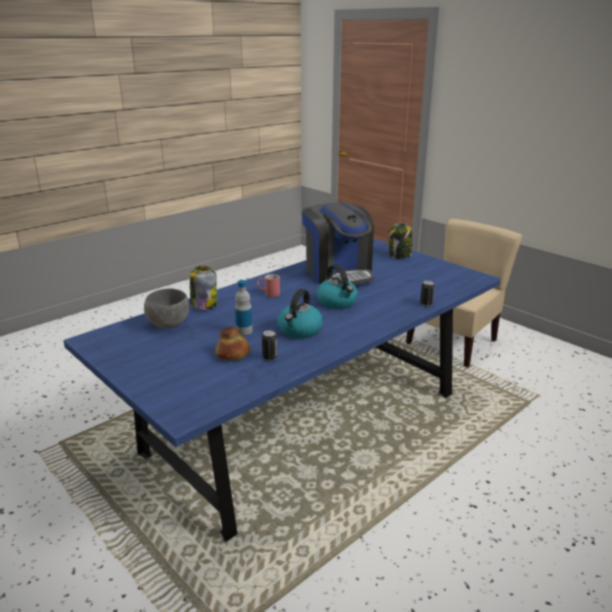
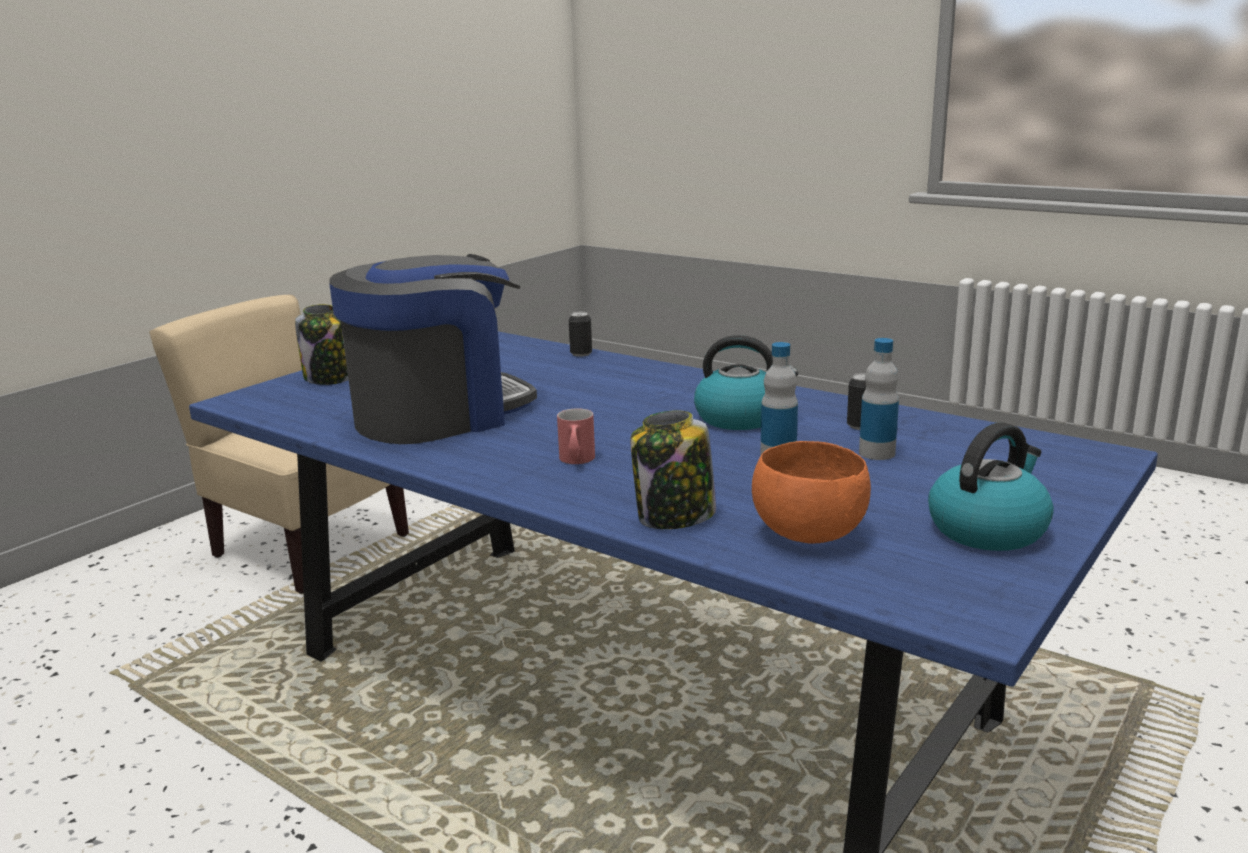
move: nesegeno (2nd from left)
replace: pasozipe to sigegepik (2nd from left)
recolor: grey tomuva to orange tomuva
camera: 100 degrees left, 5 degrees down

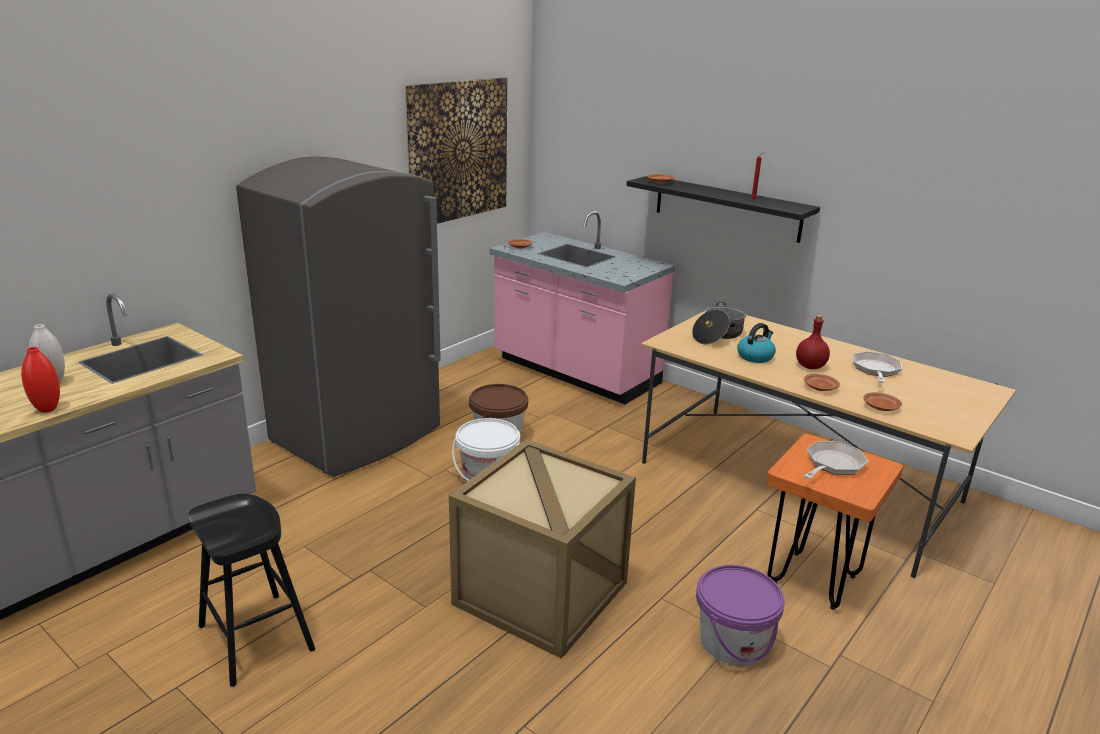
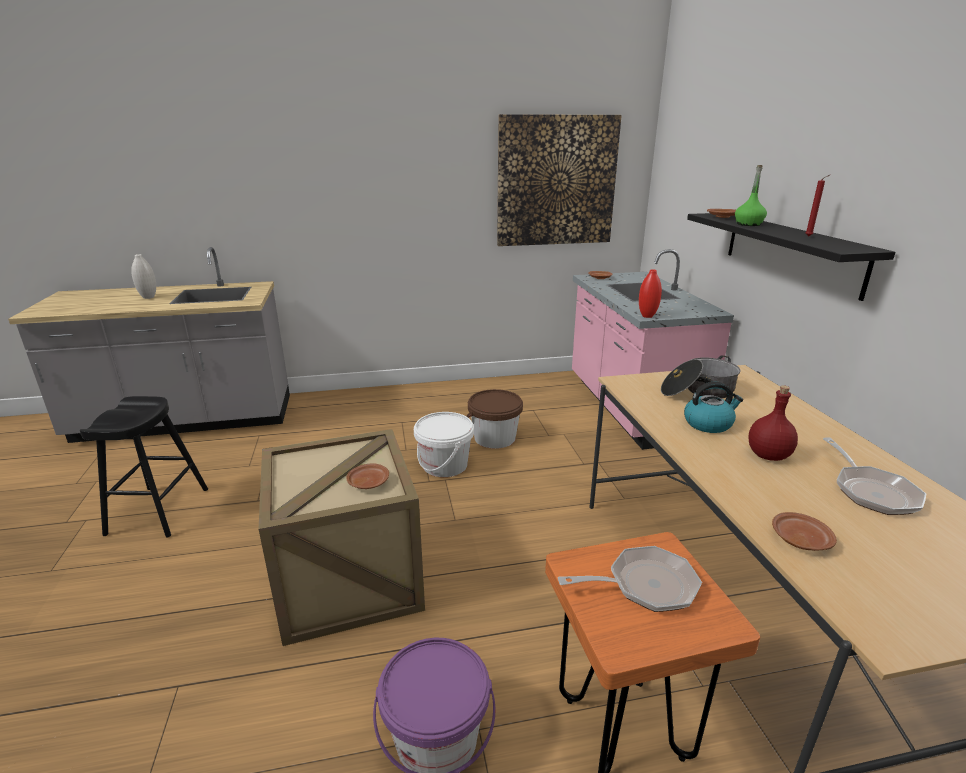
delete: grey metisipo
insert: green sigegepik
move: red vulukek; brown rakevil (3rd from left in the first image) to brown rakevil (1st from left)
rotate: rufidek (2nd from left) 120 degrees clockwise
camera: 40 degrees right, 0 degrees up

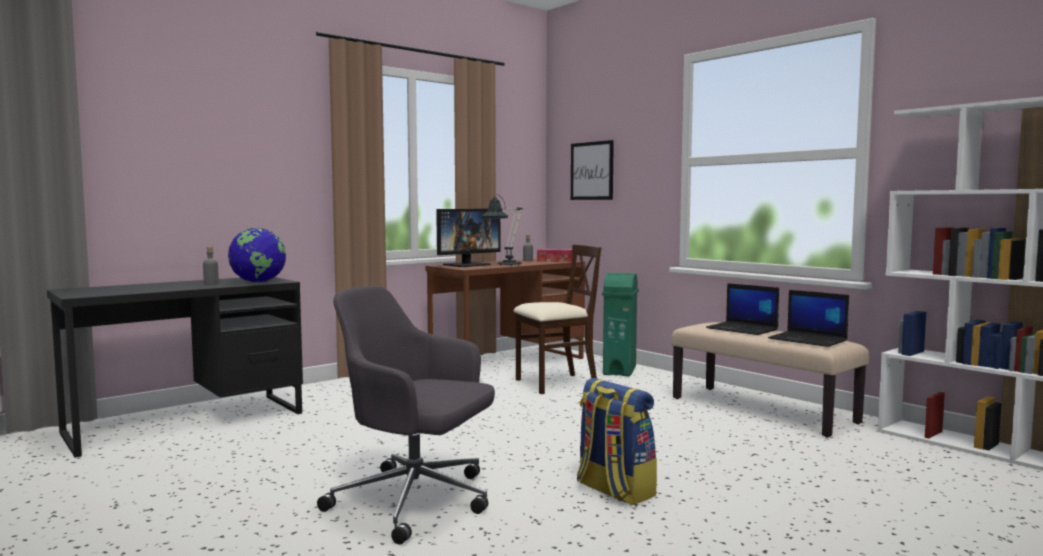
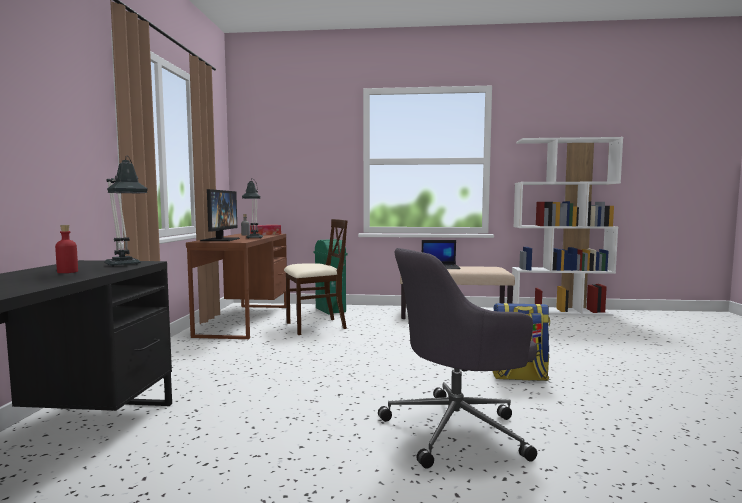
delete: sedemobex; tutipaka (2nd from left)
replace: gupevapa to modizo (1st from left)
recolor: grey sigegepik (1st from left) to red sigegepik
rotate: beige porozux 45 degrees clockwise
camera: 45 degrees left, 0 degrees up

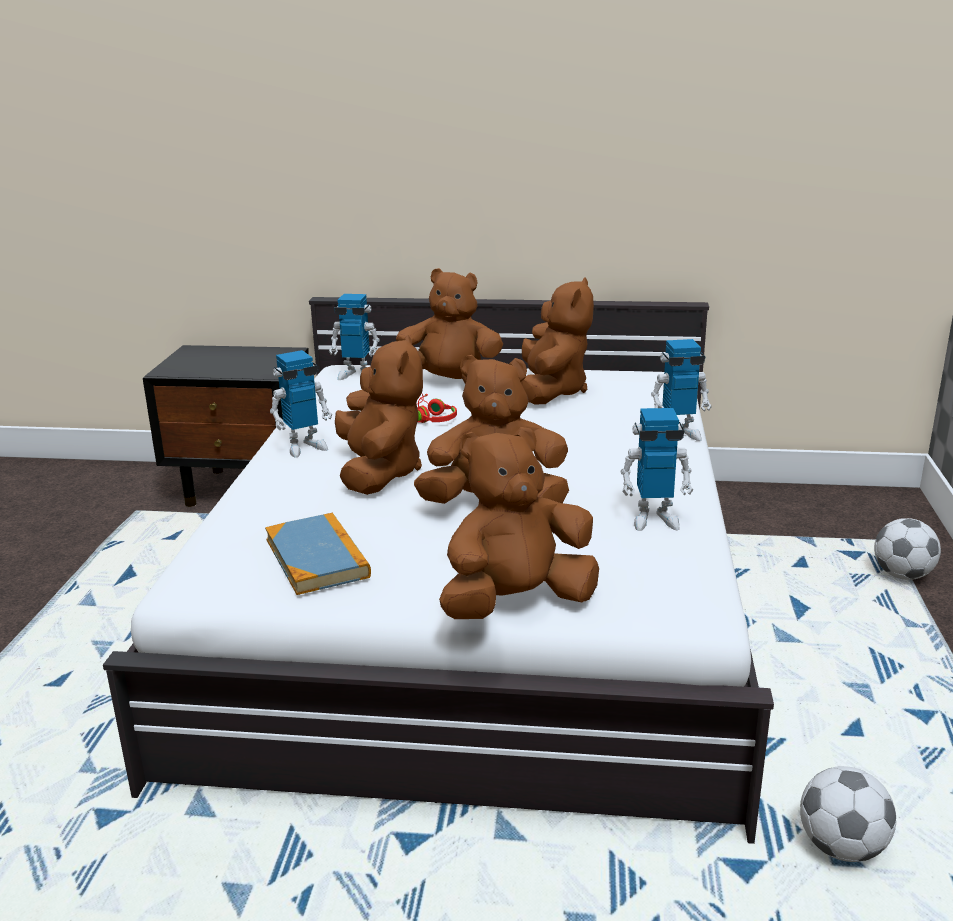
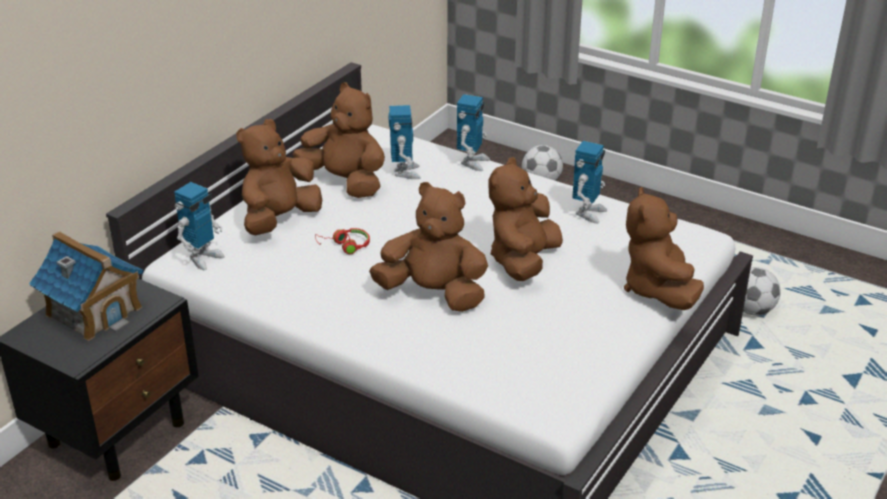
delete: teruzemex
insert: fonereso
move: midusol (1st from left in the first image) to midusol (2nd from left)
camera: 65 degrees left, 10 degrees up

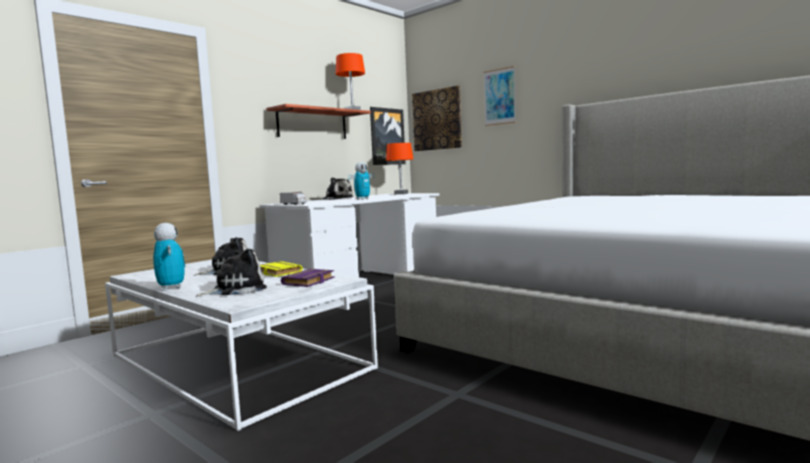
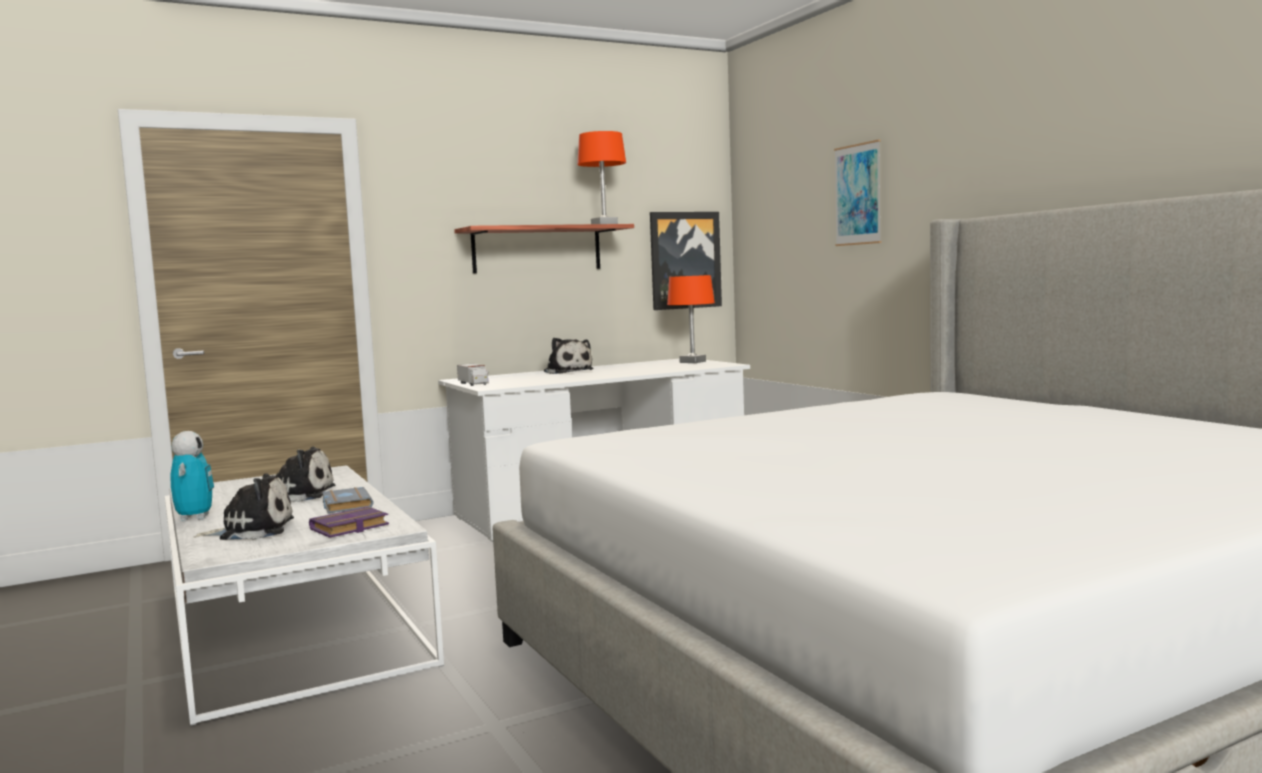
delete: sedemobex (2nd from left); midusol (2nd from left)
recolor: yellow teruzemex to grey teruzemex
camera: 20 degrees right, 0 degrees up

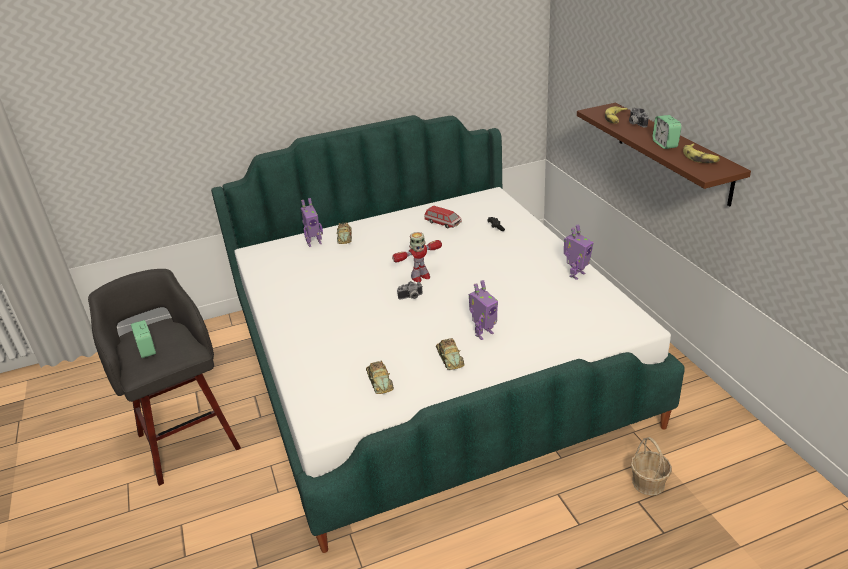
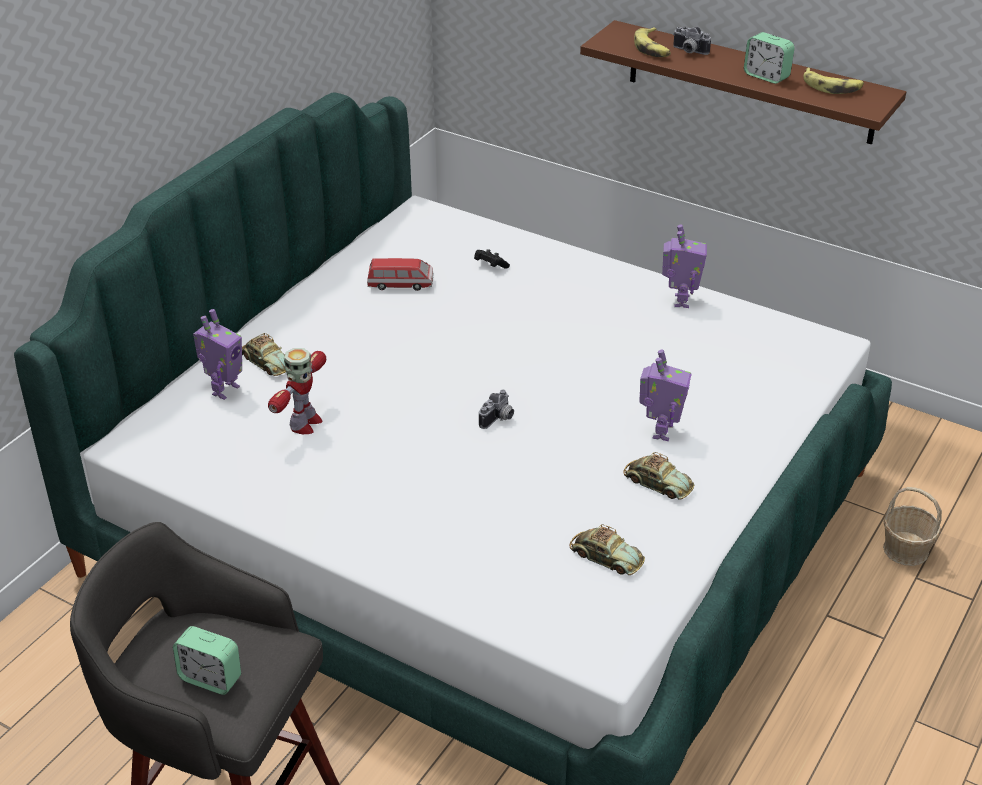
move: midusol (2nd from left)
camera: 40 degrees left, 5 degrees up

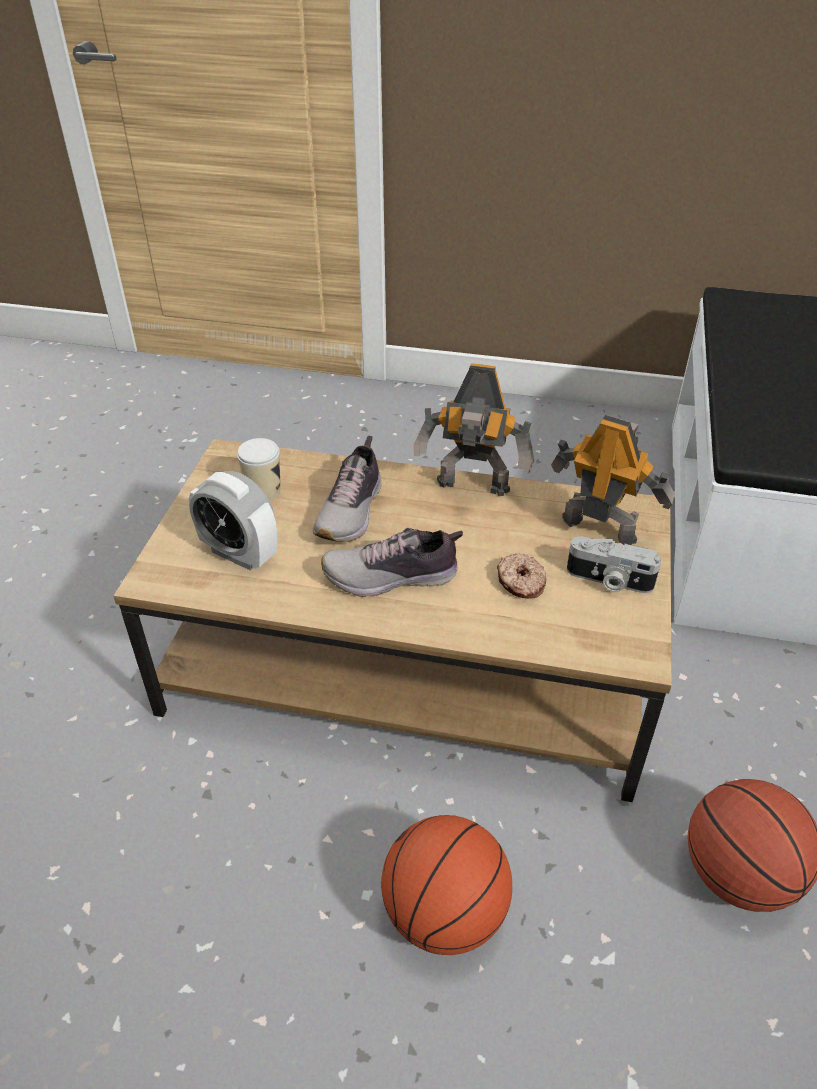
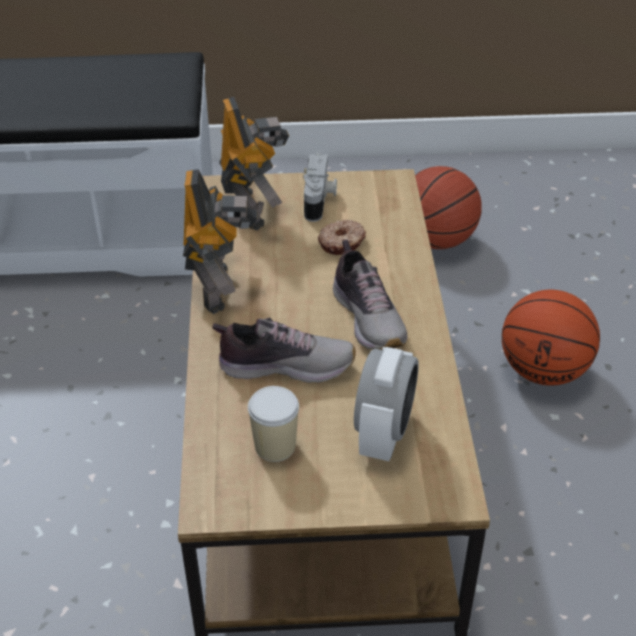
rotate: midusol (2nd from left) 150 degrees clockwise
camera: 105 degrees left, 0 degrees up

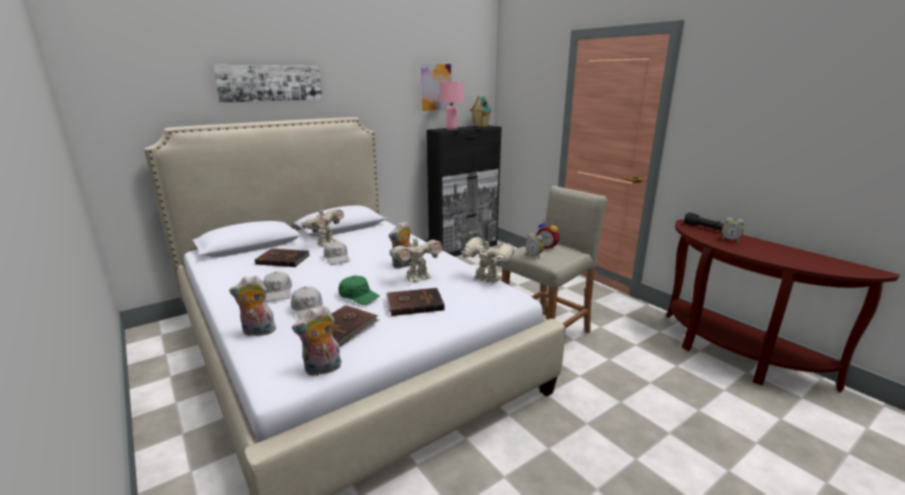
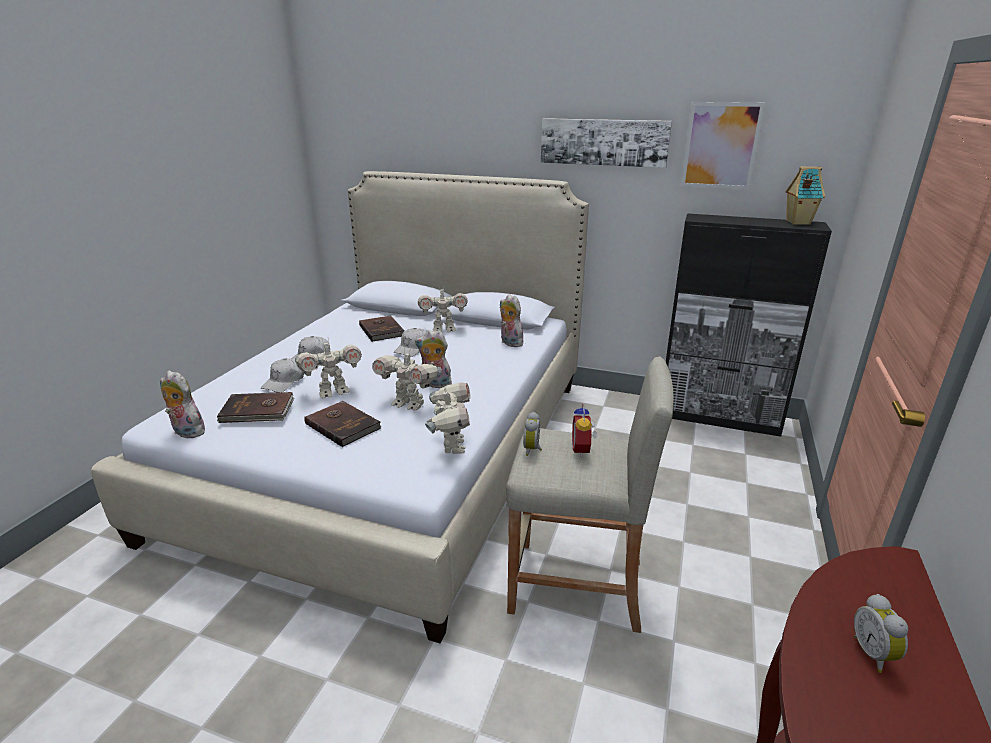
delete: pink modizo; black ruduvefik
move: sedemobex (1st from left); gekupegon (1st from left in the first image) to gekupegon (3rd from left)
replace: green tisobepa to midusol (1st from left)
camera: 55 degrees right, 5 degrees up

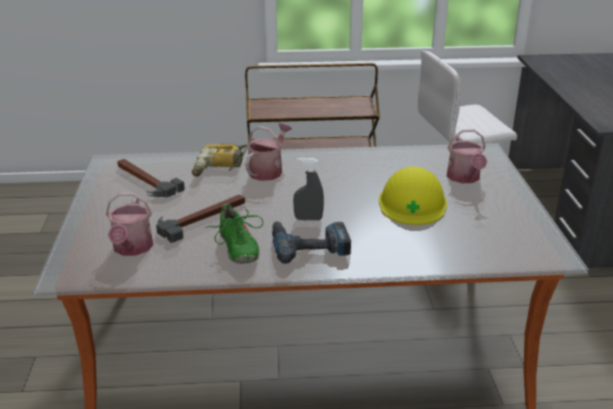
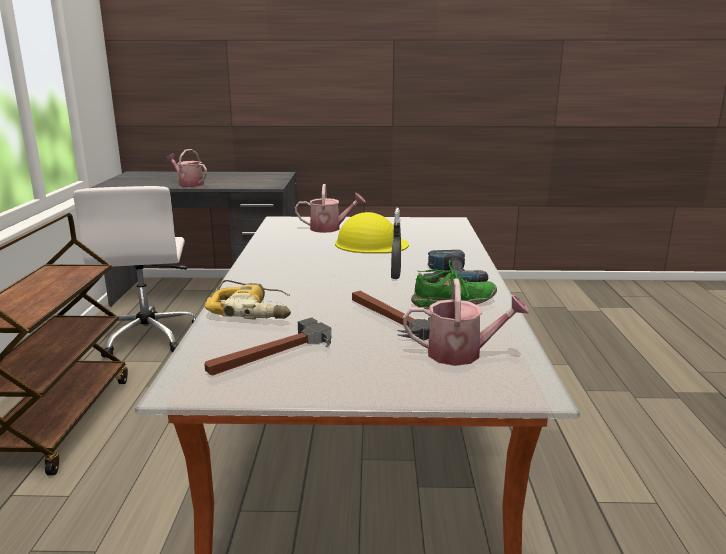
move: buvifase (2nd from left in the first image) to buvifase (1st from left)
camera: 85 degrees left, 10 degrees down

